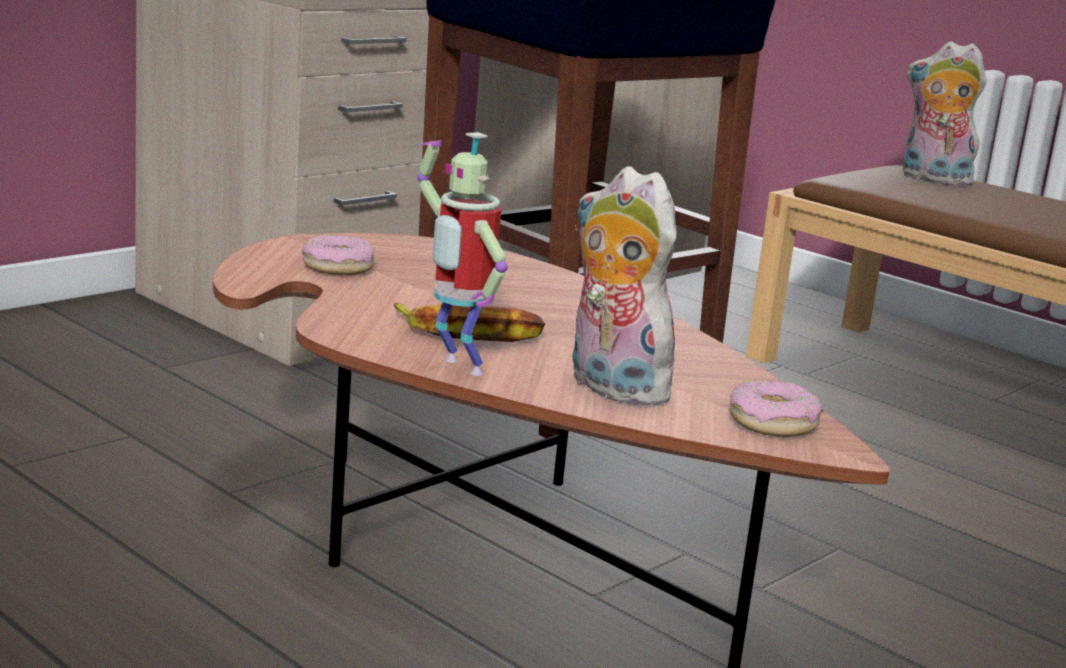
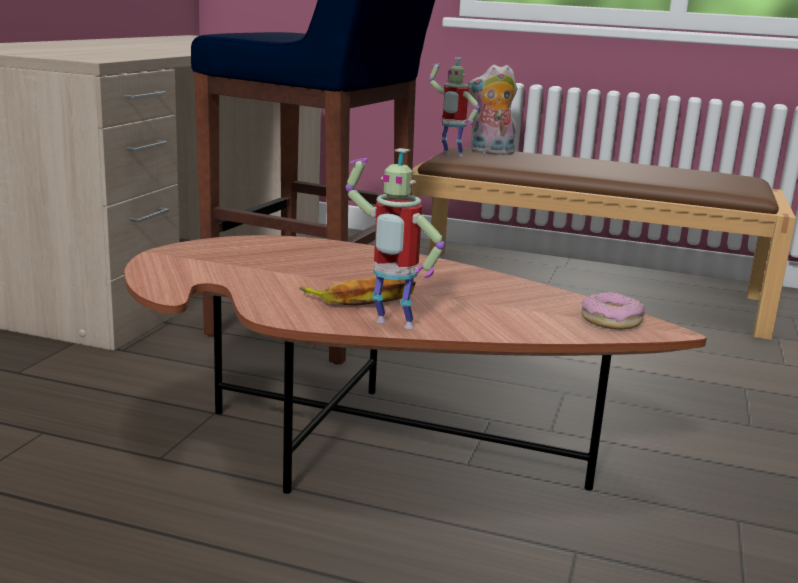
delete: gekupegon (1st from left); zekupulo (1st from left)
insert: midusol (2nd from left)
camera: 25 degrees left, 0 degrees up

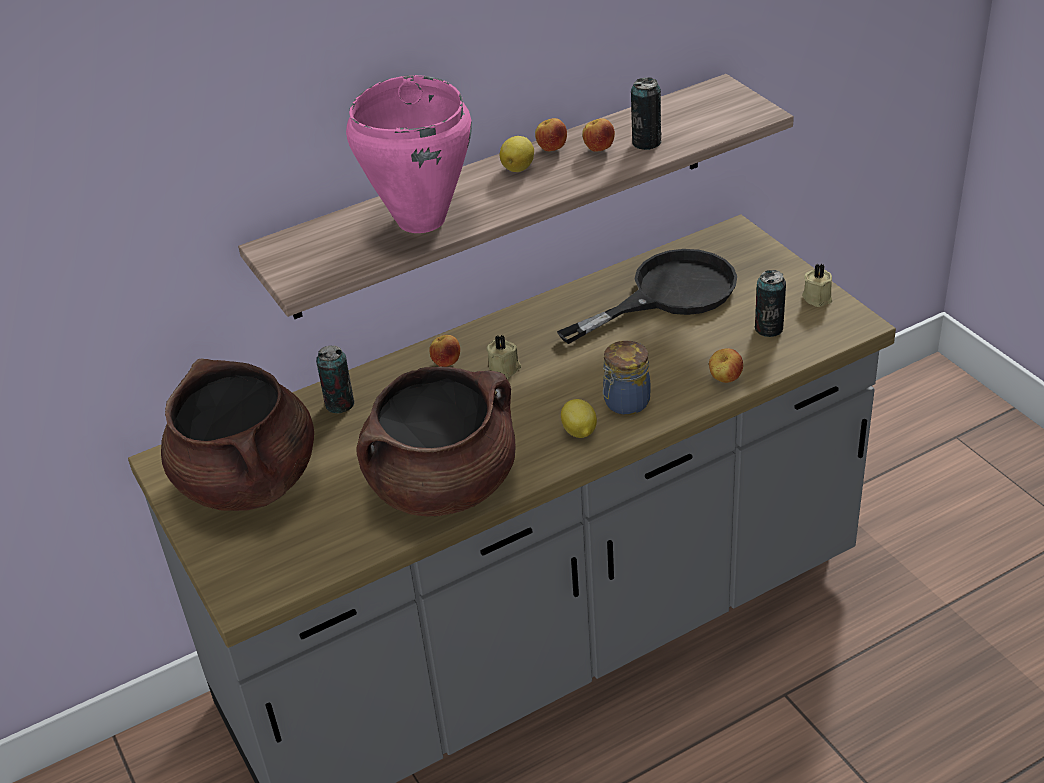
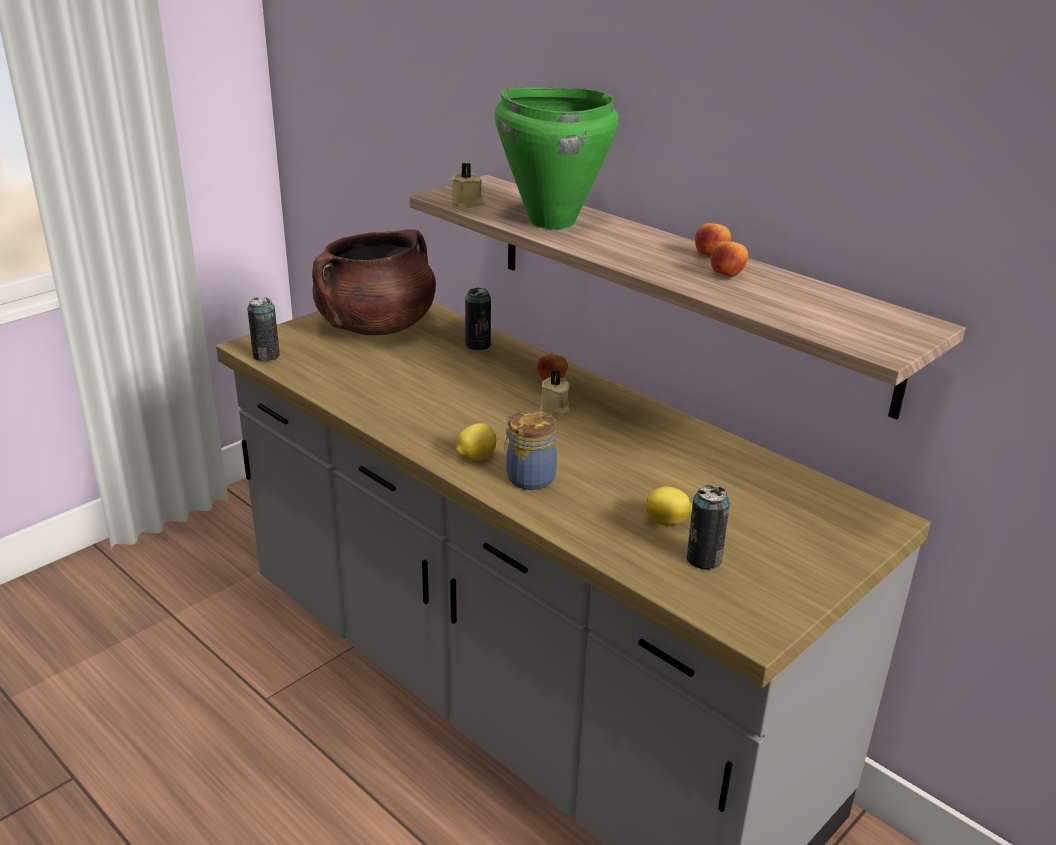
delete: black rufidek; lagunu (4th from left); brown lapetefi (2nd from left)
move: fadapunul (2nd from left in the first image) to fadapunul (1st from left); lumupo (1st from left in the first image) to lumupo (2nd from left); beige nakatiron (2nd from left in the first image) to beige nakatiron (1st from left)
recolor: pink lapetefi to green lapetefi
camera: 70 degrees right, 10 degrees down

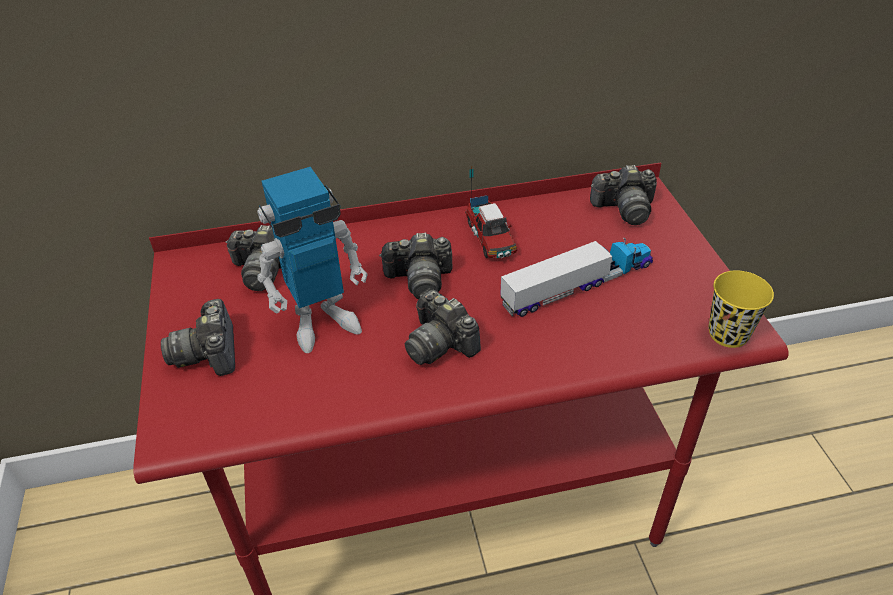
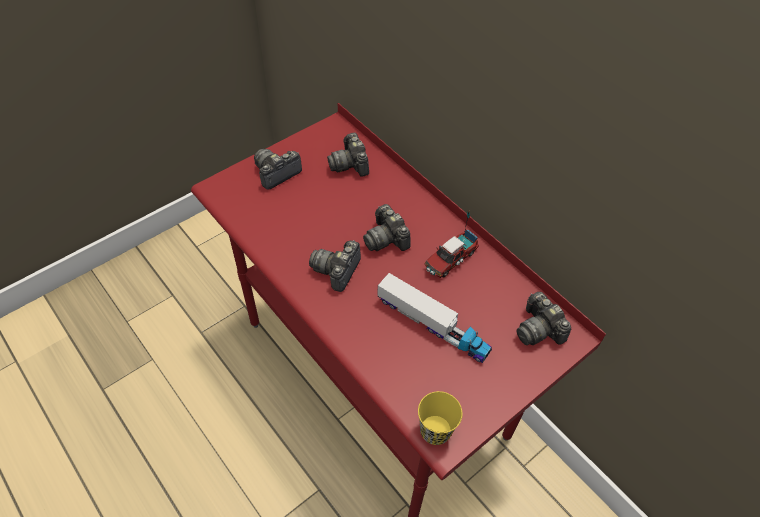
delete: midusol
camera: 60 degrees right, 10 degrees up

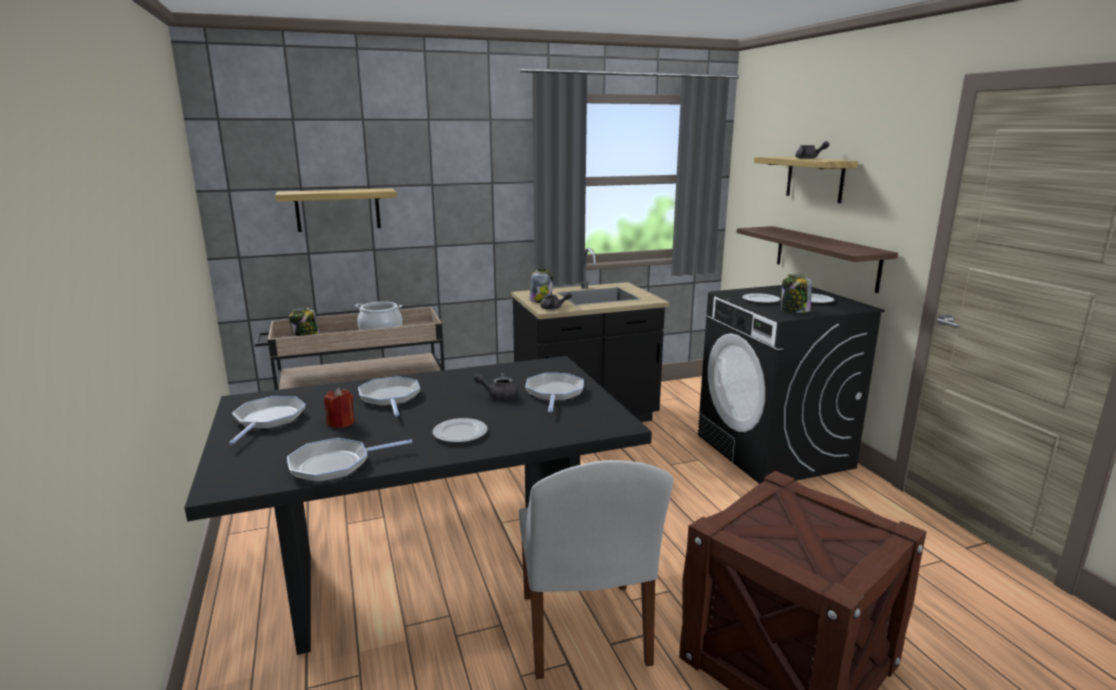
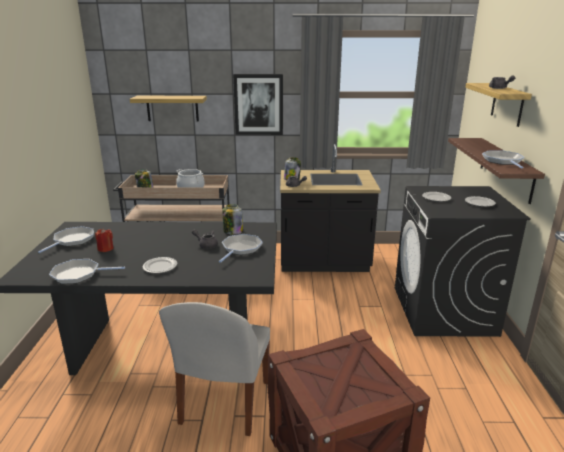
insert: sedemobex
move: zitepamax (3rd from left in the first image) to zitepamax (2nd from left); rufidek (3rd from left in the first image) to rufidek (4th from left)
camera: 20 degrees right, 5 degrees up

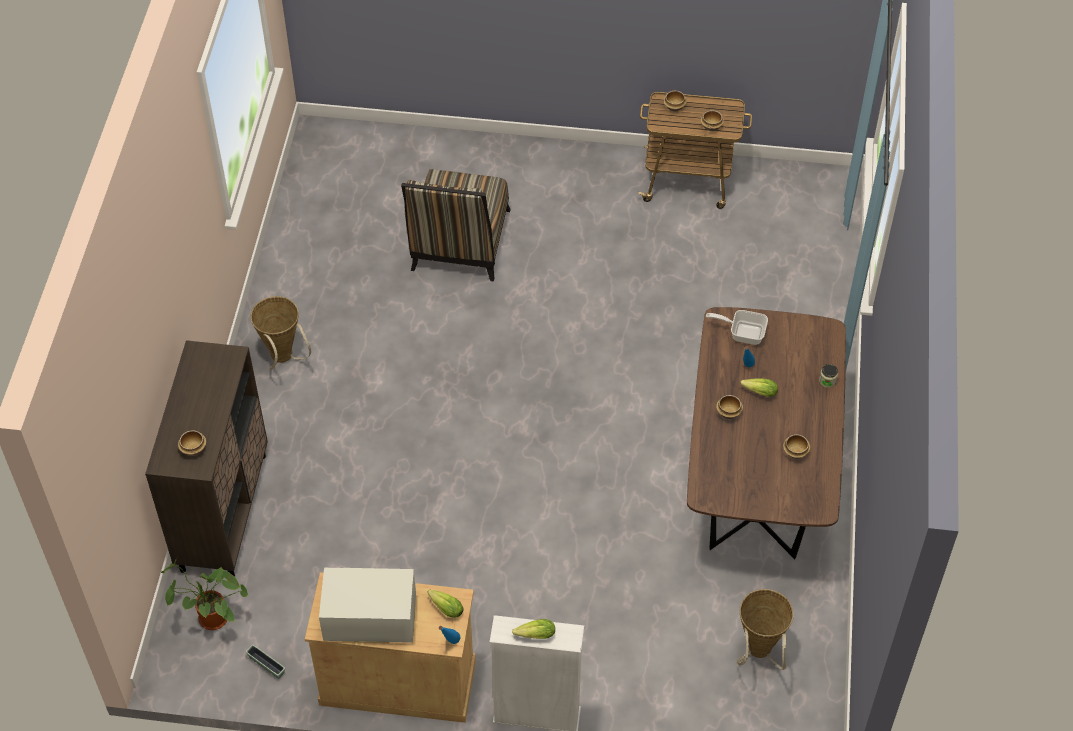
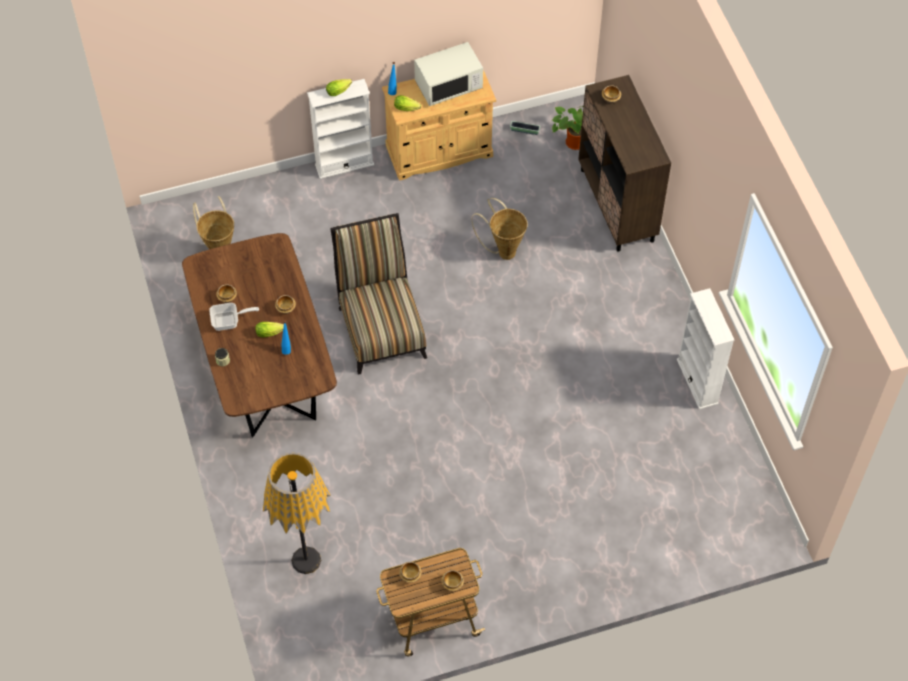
insert: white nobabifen (2nd from left); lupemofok
move: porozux; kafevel (1st from left in the first image) to kafevel (2nd from left); rufidek
camera: 155 degrees right, 5 degrees up

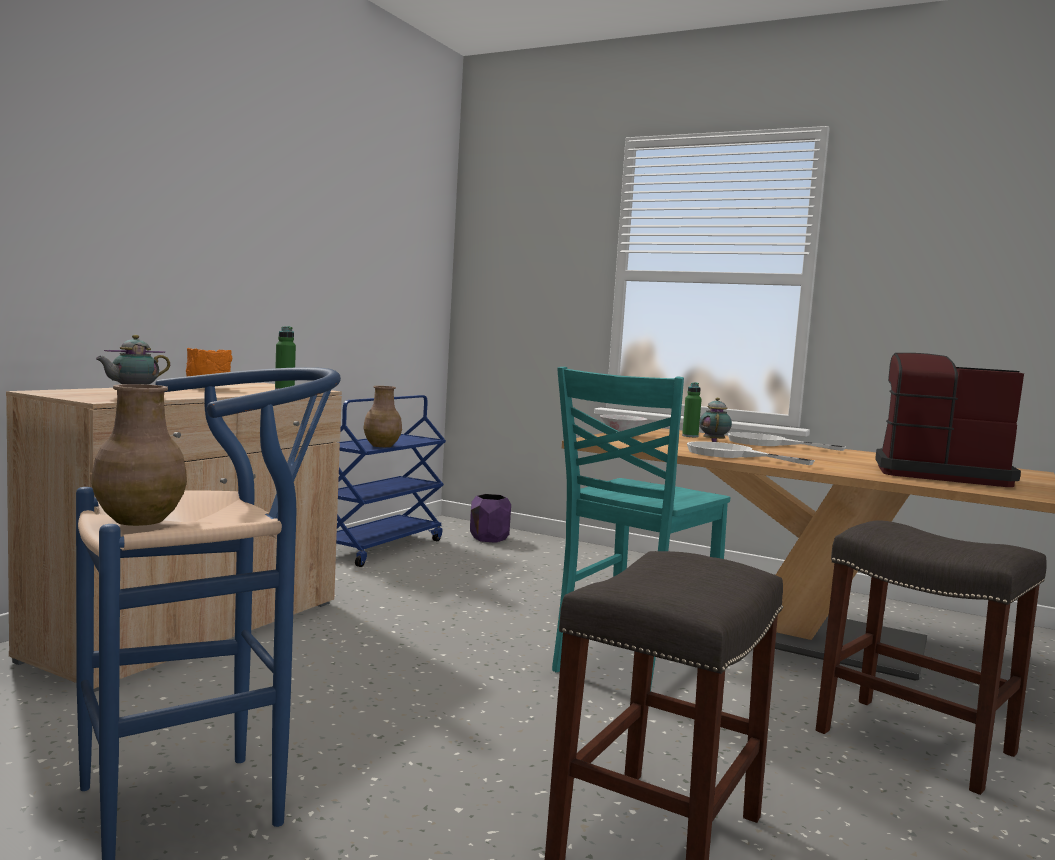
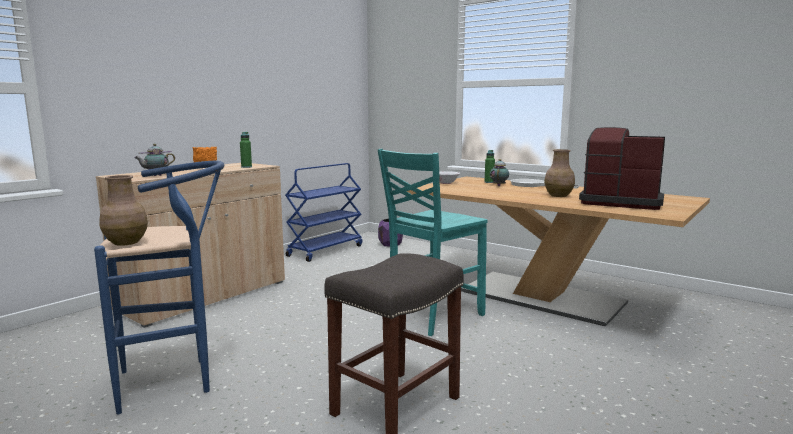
delete: white rufidek (1st from left); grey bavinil (2nd from left)
move: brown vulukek (2nd from left)
camera: 10 degrees right, 5 degrees up

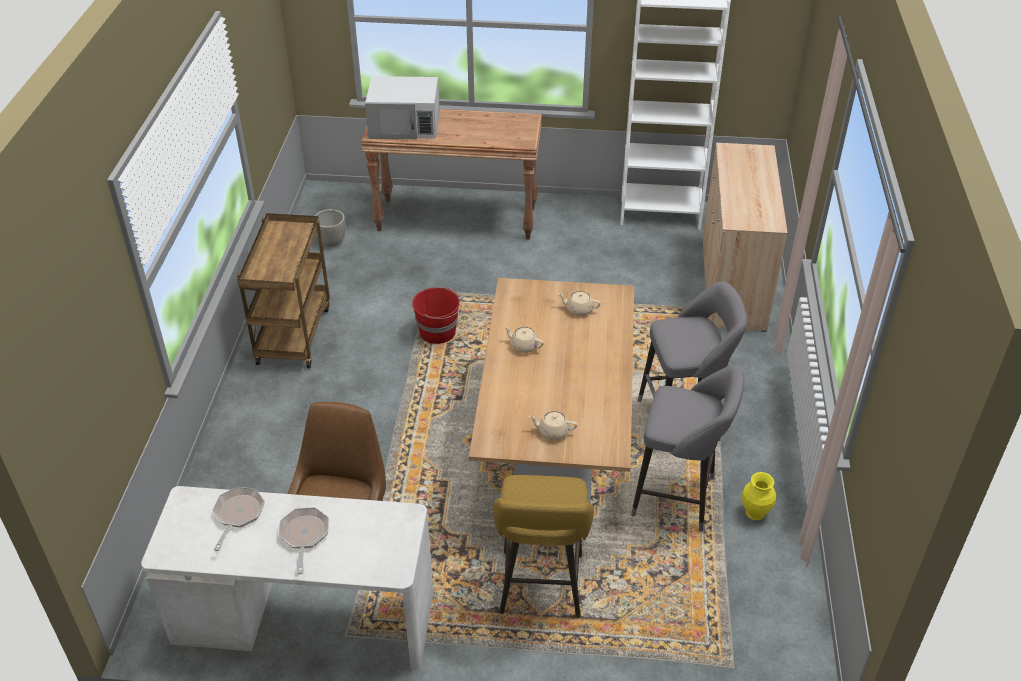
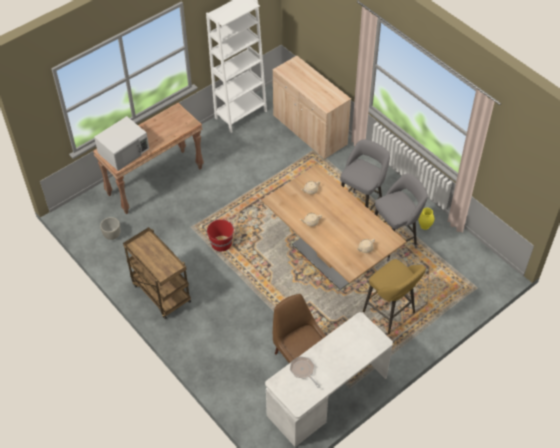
delete: rufidek (2nd from left)
camera: 45 degrees left, 10 degrees up

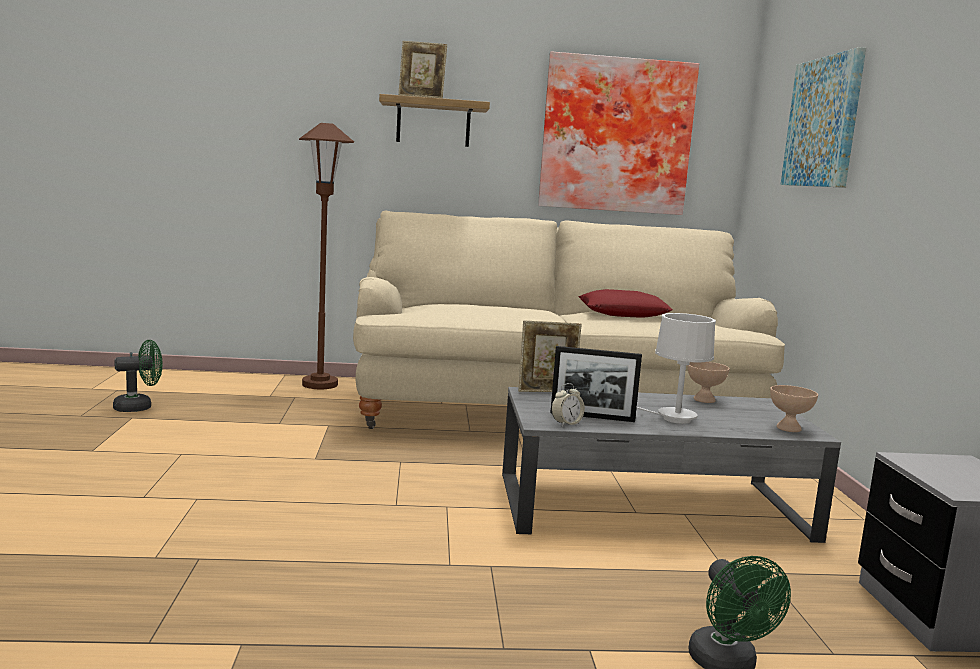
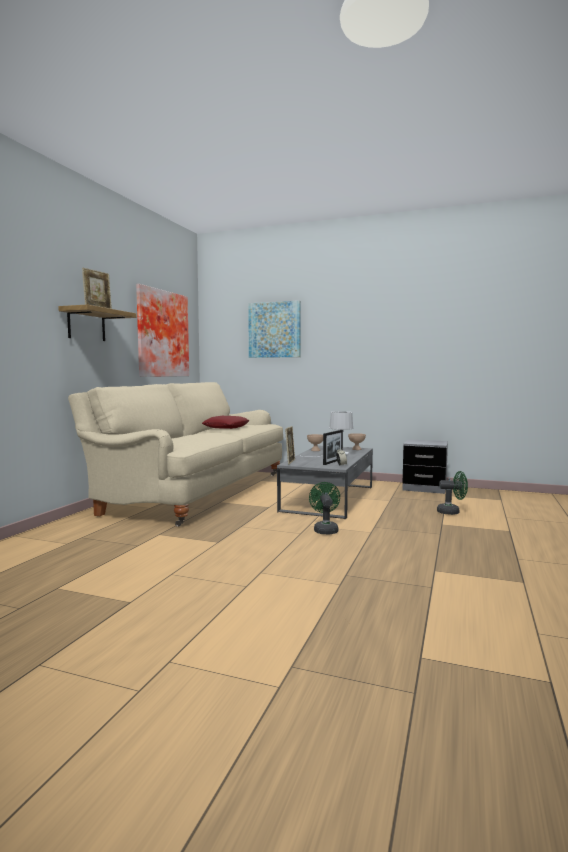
delete: brown lupemofok
move: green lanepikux (1st from left)
camera: 65 degrees left, 5 degrees down

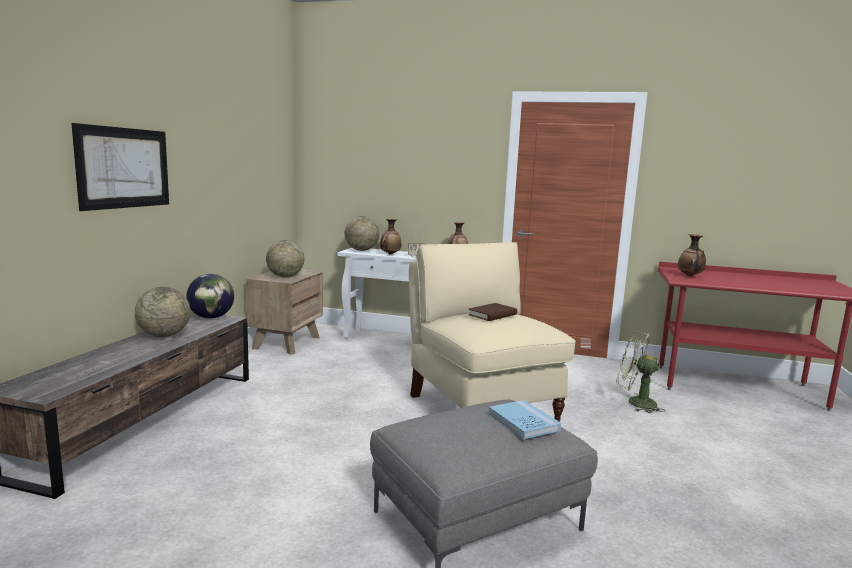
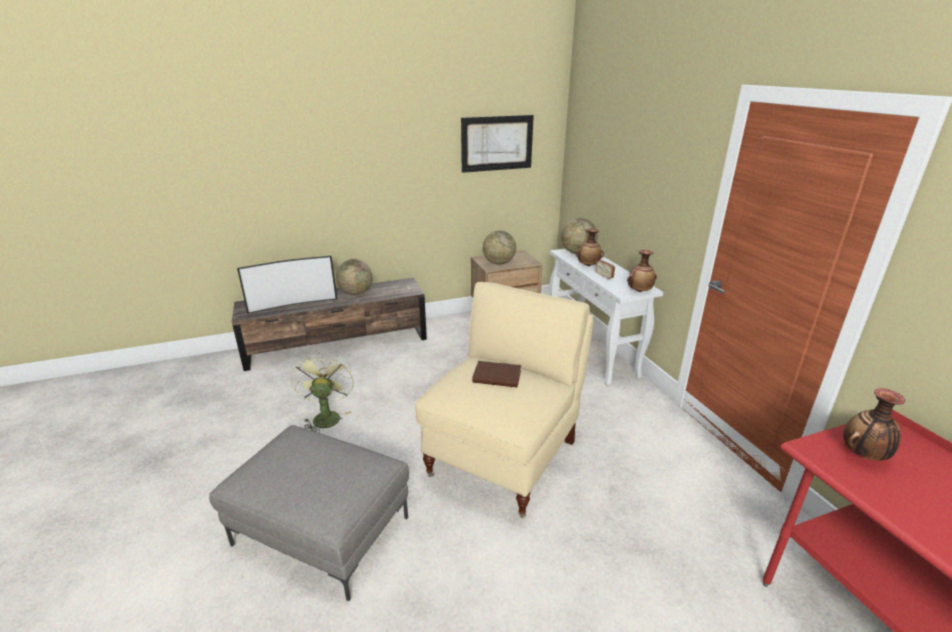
delete: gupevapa (2nd from left); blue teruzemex
insert: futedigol
move: sedemobex; green lanepikux
camera: 55 degrees right, 15 degrees up

